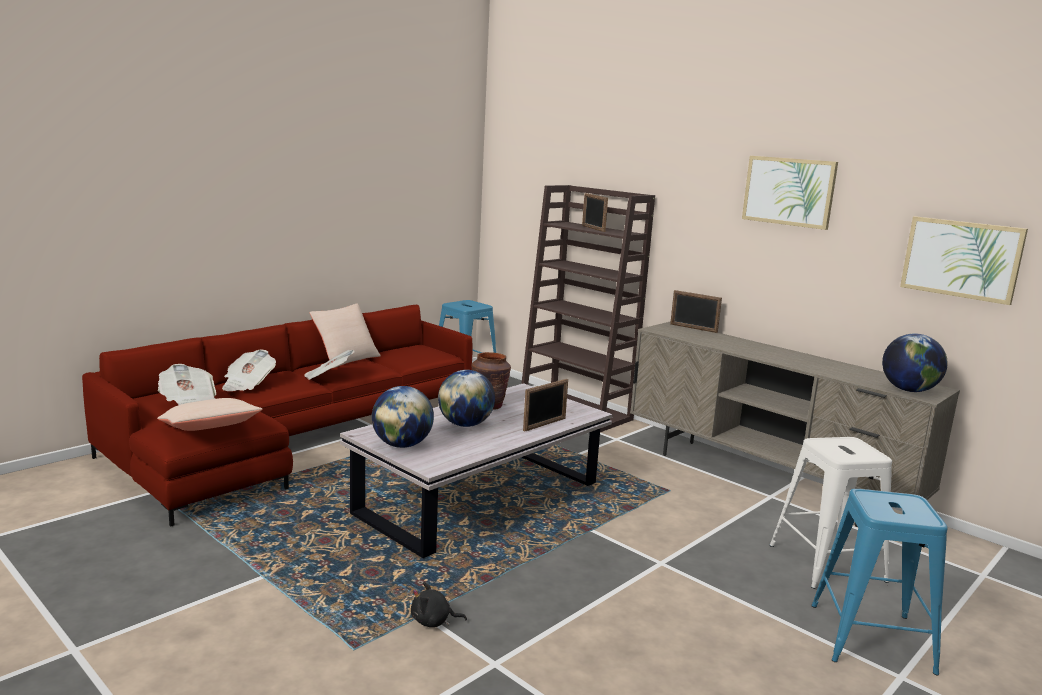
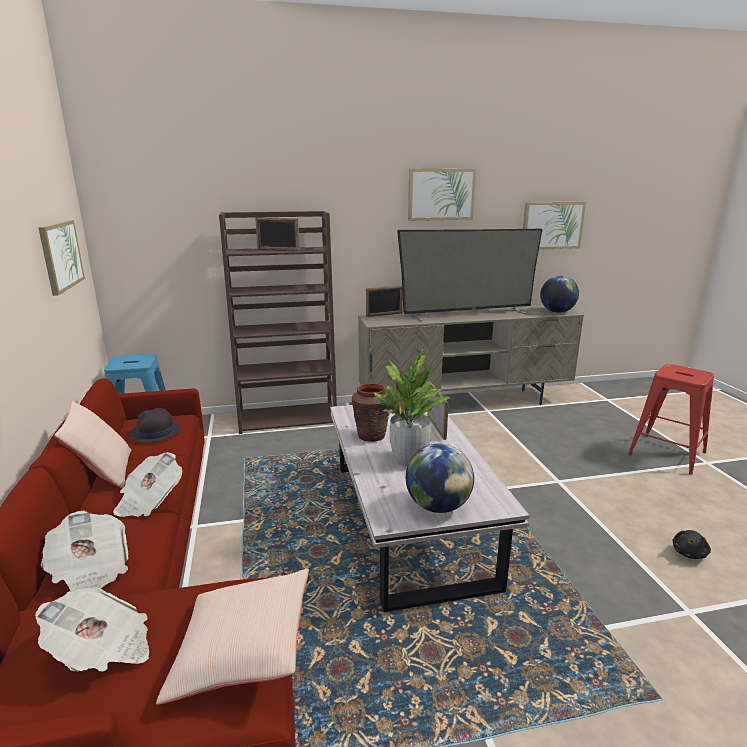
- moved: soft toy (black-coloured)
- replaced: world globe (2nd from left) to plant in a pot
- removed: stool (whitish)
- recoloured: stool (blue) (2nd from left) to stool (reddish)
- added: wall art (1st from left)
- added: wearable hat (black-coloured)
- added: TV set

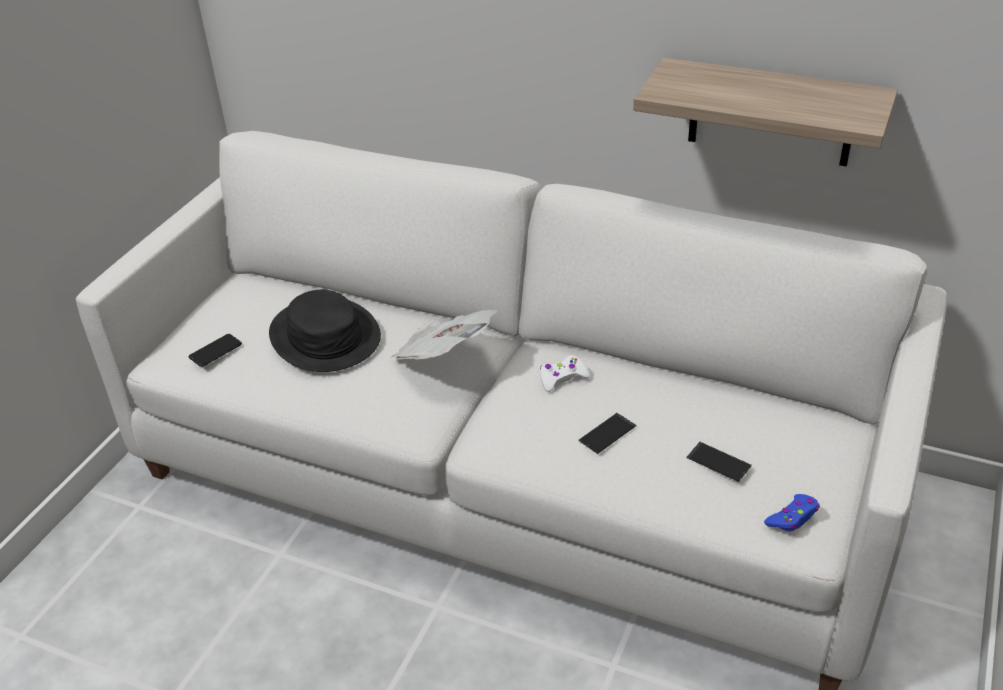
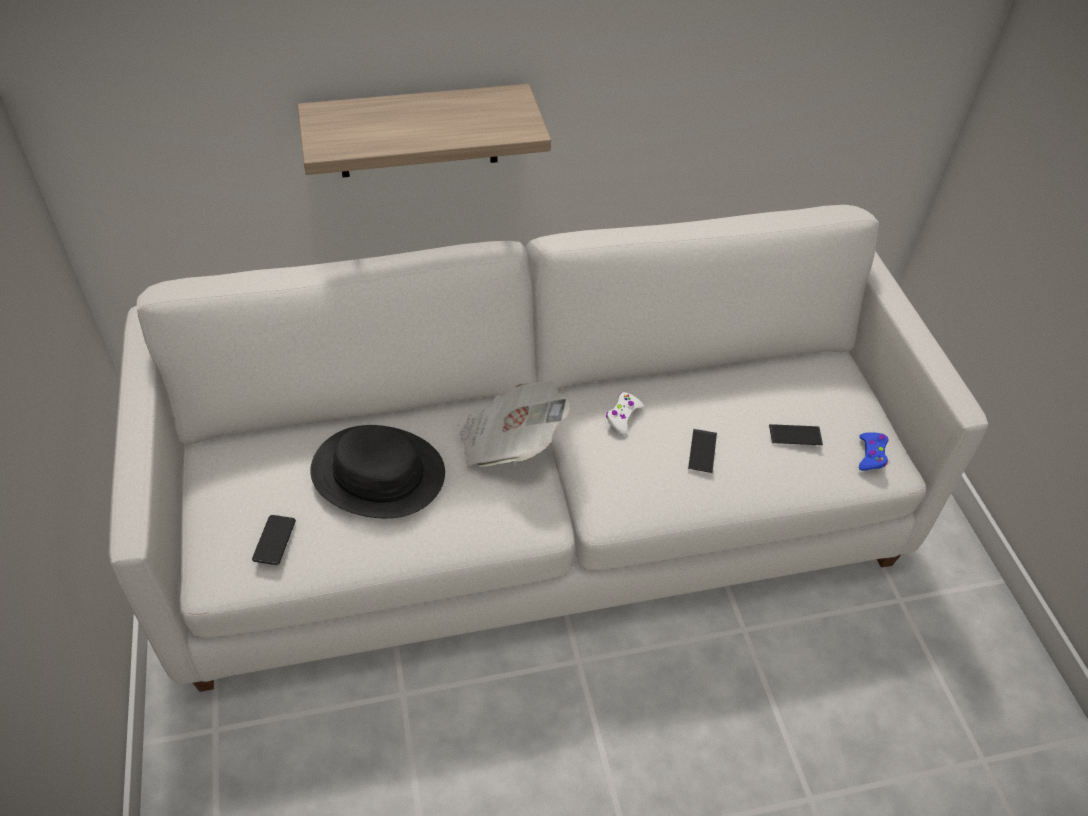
- moved: shelf

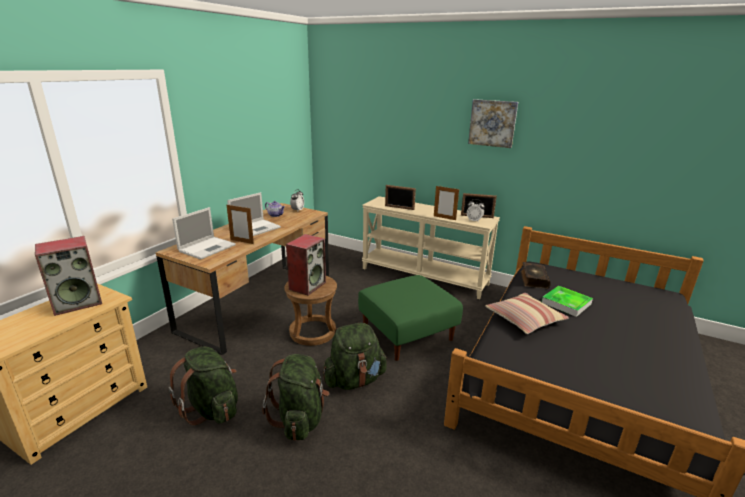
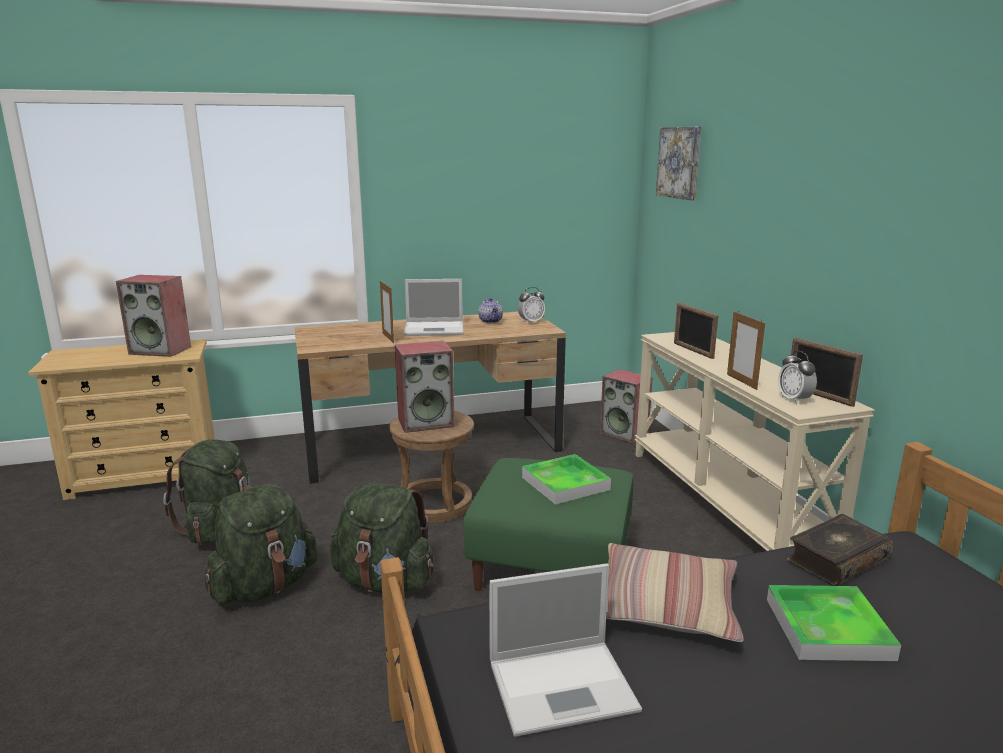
- moved: notebook computer (1st from left in the first image) to notebook computer (2nd from left)
- moved: wall art
- added: tray (1st from left)
- added: loudspeaker (3rd from left)

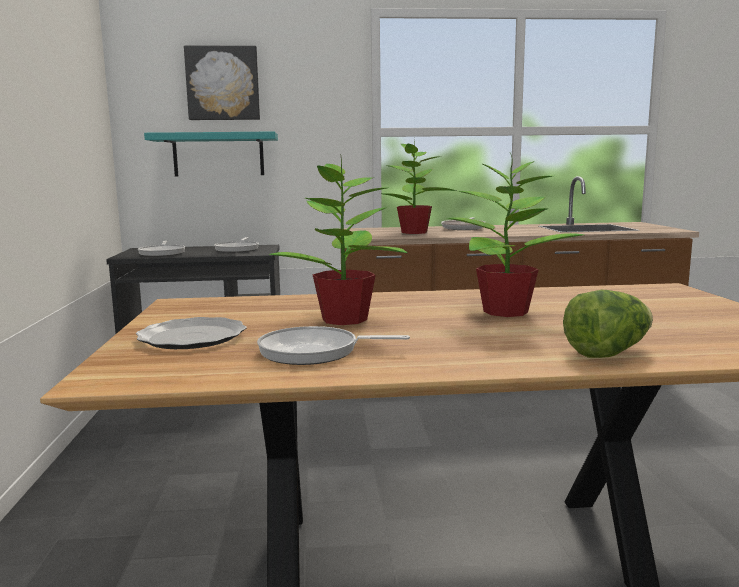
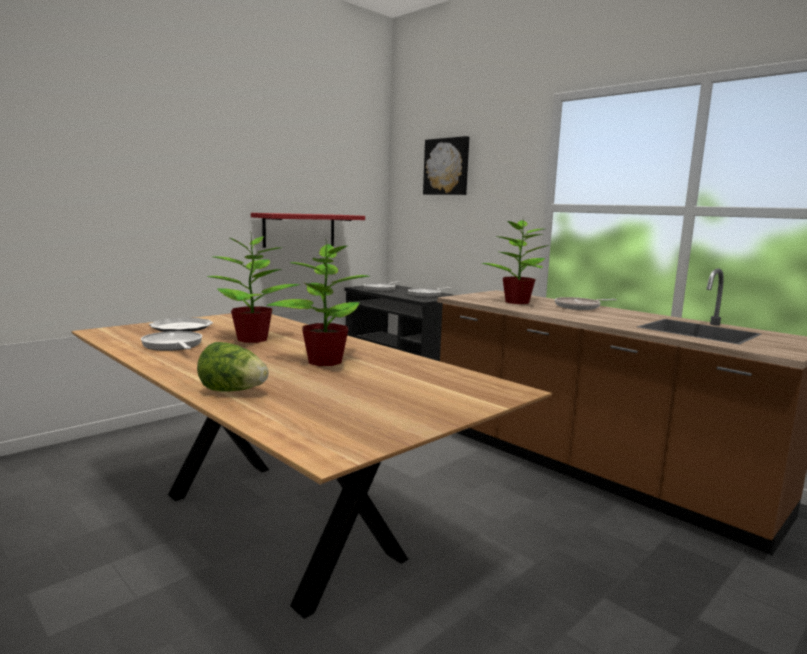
- removed: shelf (blue-green)
- added: shelf (reddish)

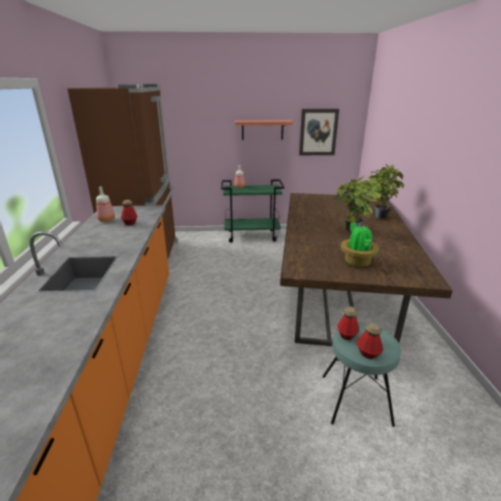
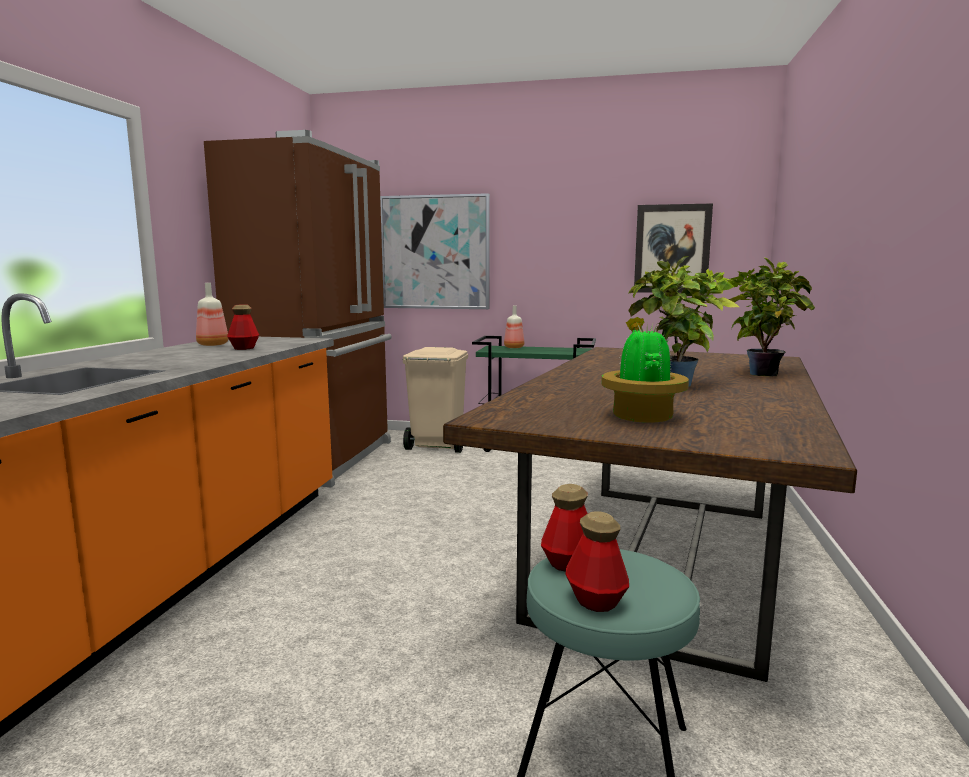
- removed: shelf
- added: wall art (1st from left)
- added: rubbish bin (beige-coloured)

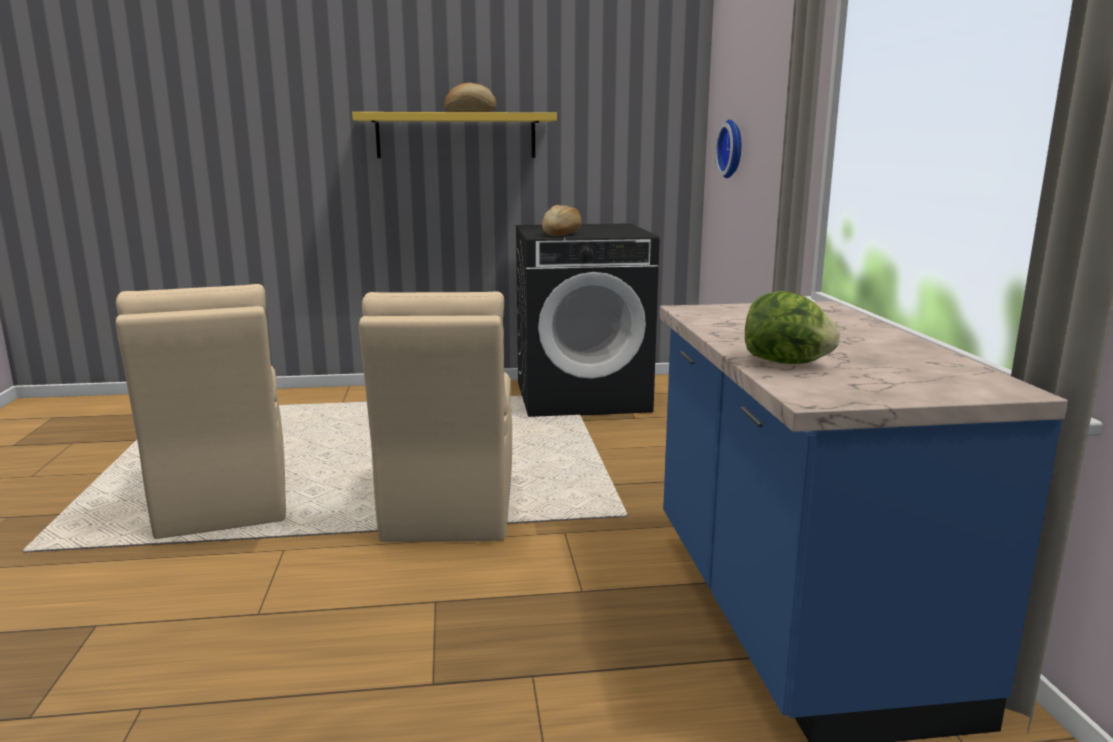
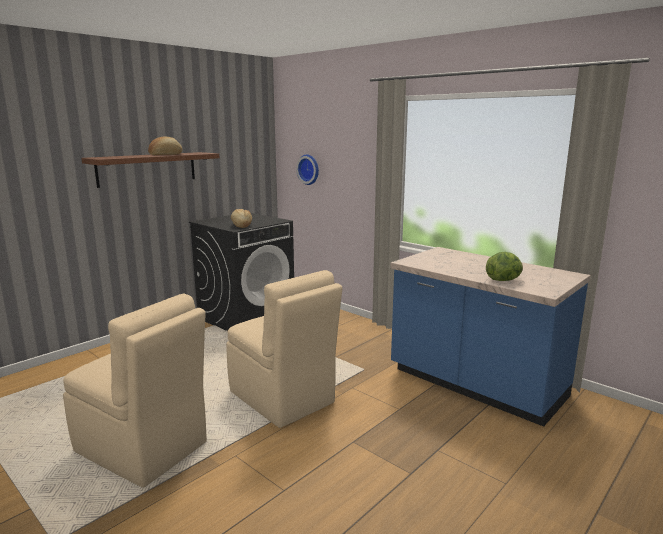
- recoloured: shelf (yellow) to shelf (brown-coloured)

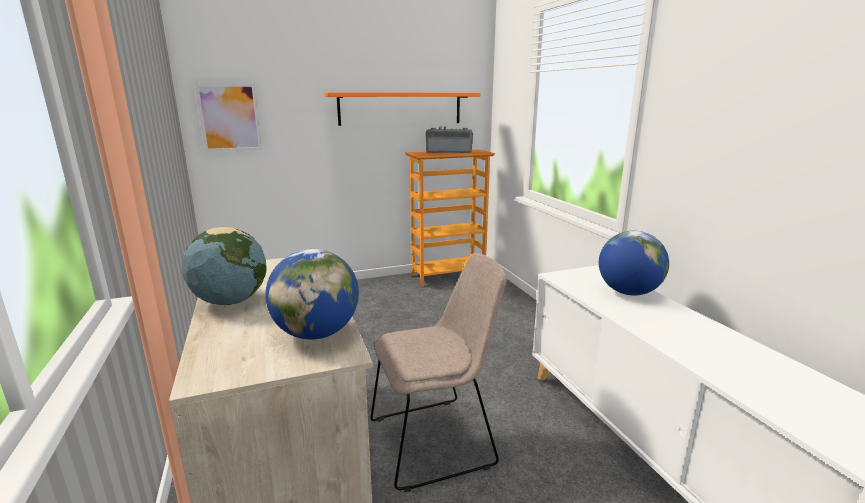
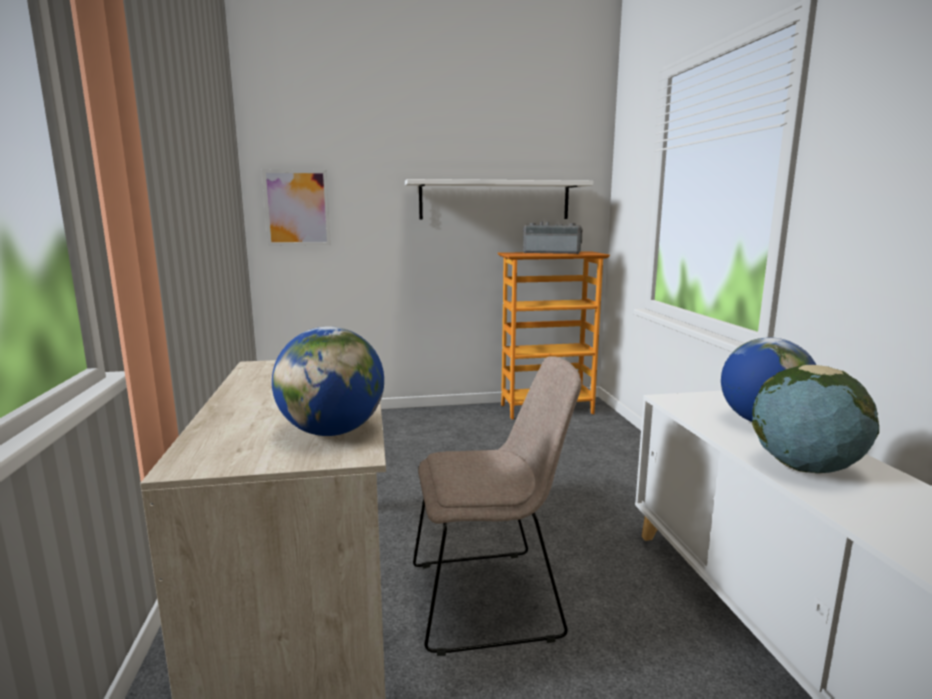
- moved: world globe (1st from left in the first image) to world globe (3rd from left)
- recoloured: shelf (orange-coloured) to shelf (whitish)

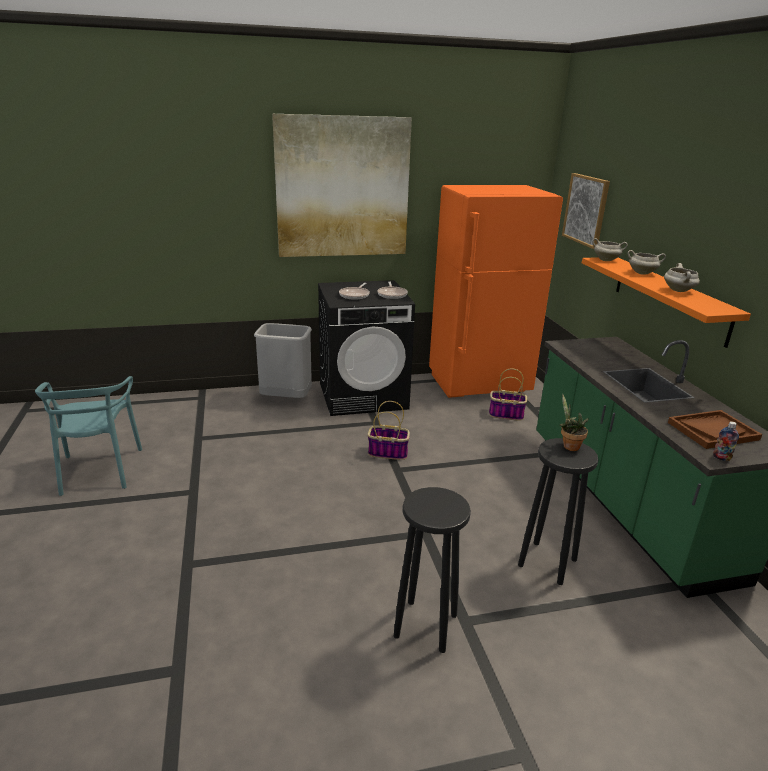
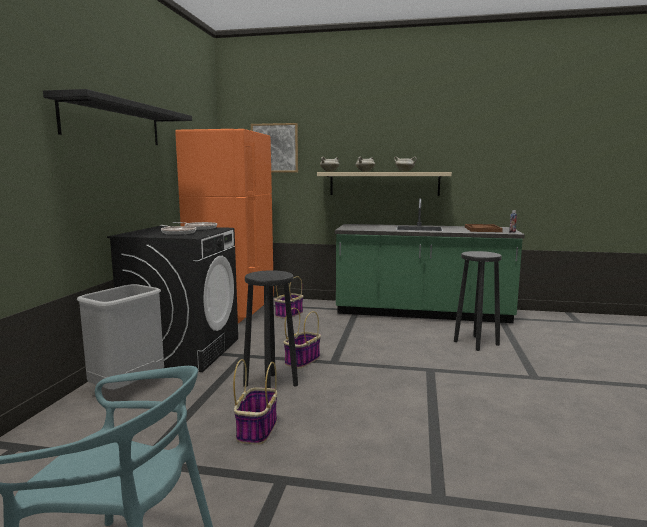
- replaced: wall art (1st from left) to shelf (black-coloured)
- moved: stool (black-coloured) (1st from left)
- removed: plant in a pot
- recoloured: shelf (orange-coloured) to shelf (beige-coloured)
- added: household basket (1st from left)

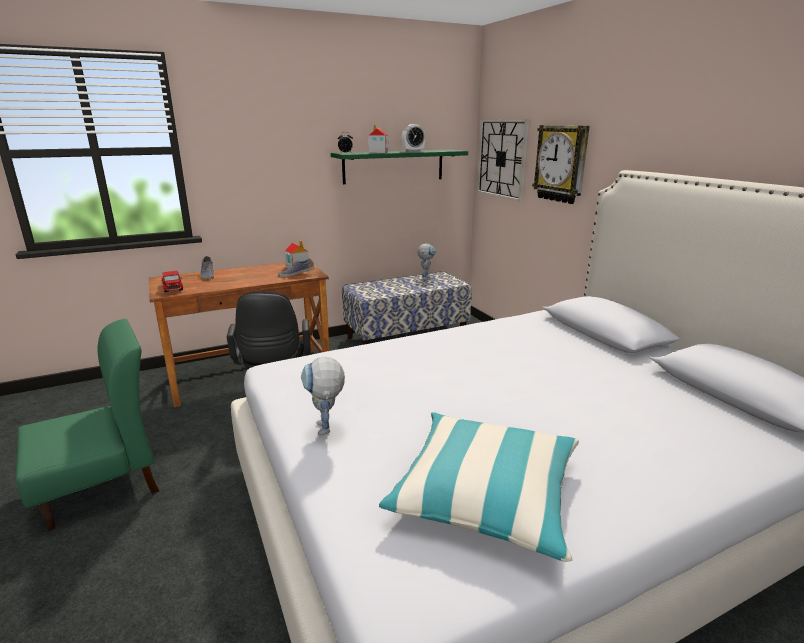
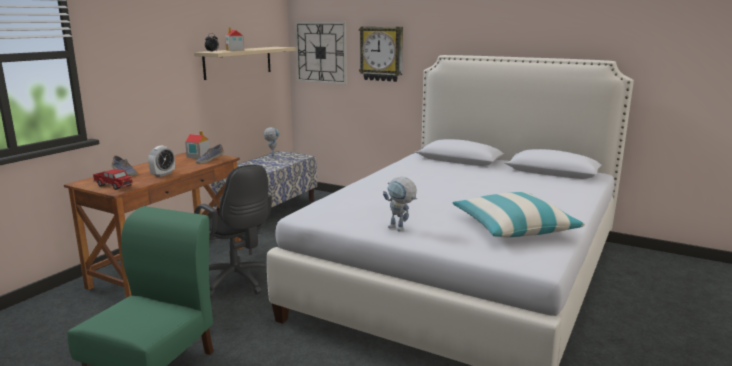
- recoloured: shelf (green-coloured) to shelf (beige-coloured)
- moved: bedside clock (2nd from left in the first image) to bedside clock (1st from left)

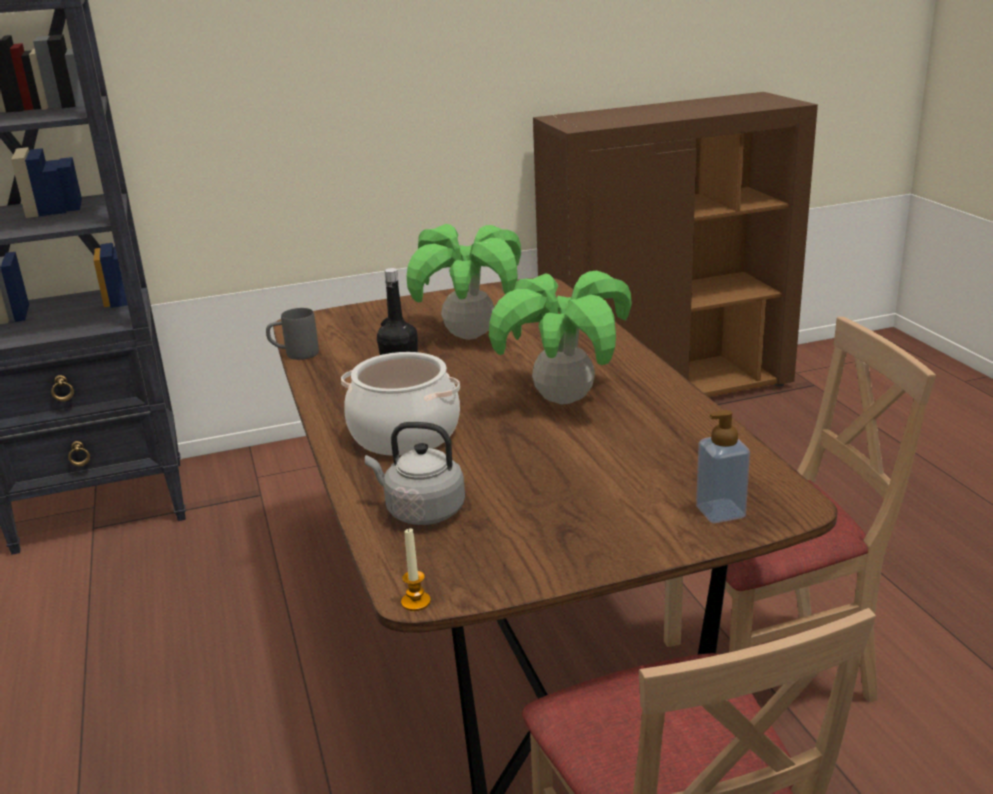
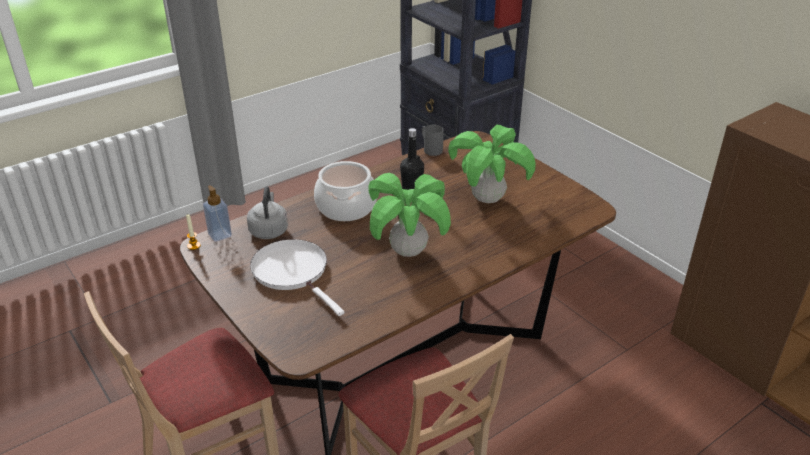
- moved: soap bottle
- added: frying pan (whitish)

